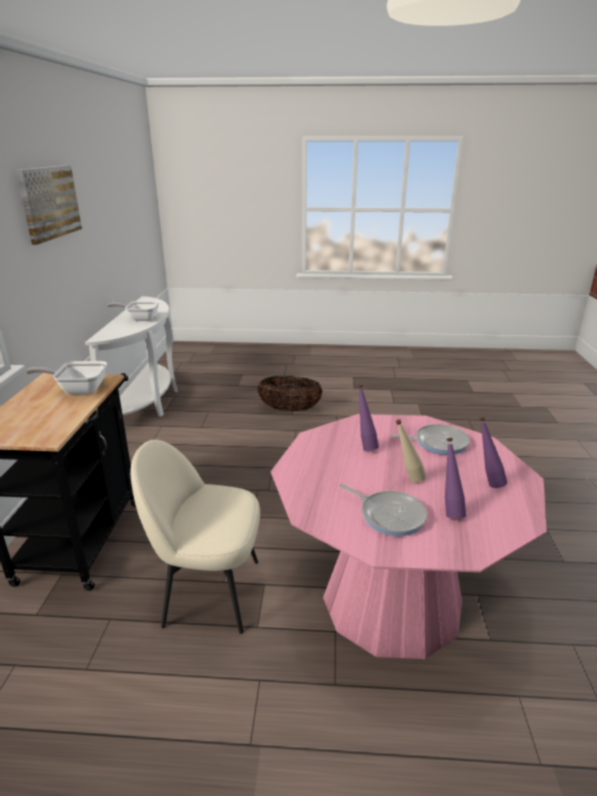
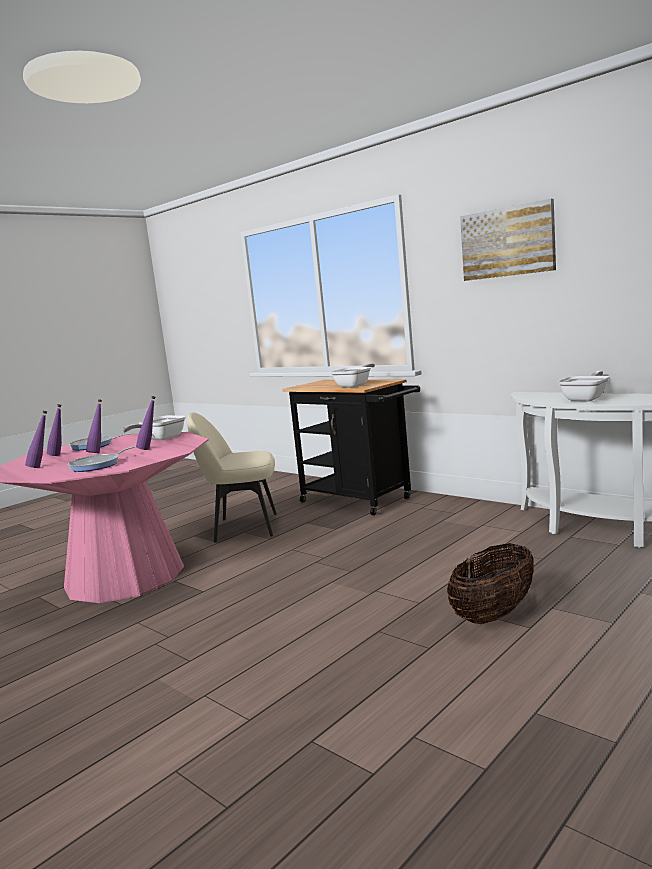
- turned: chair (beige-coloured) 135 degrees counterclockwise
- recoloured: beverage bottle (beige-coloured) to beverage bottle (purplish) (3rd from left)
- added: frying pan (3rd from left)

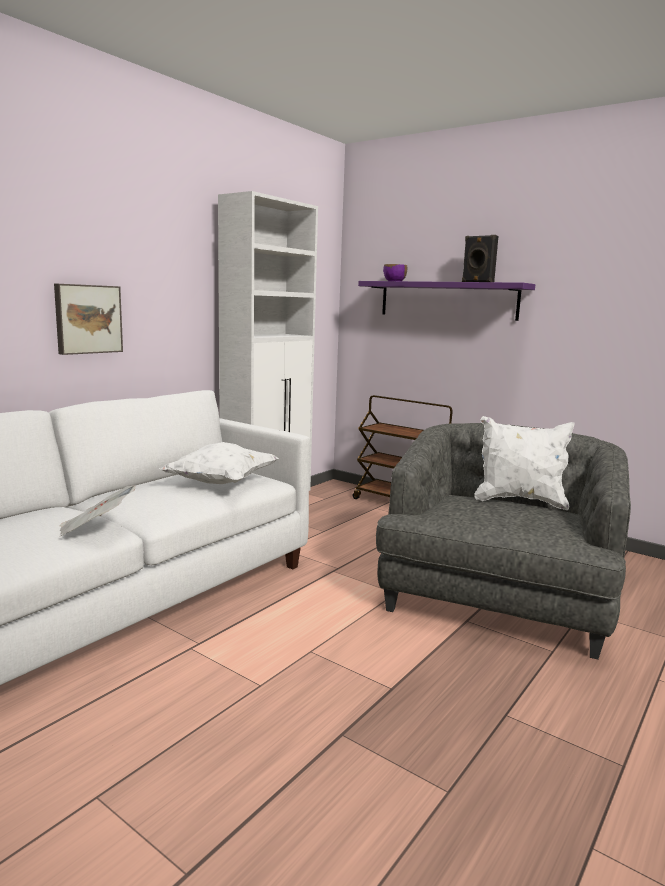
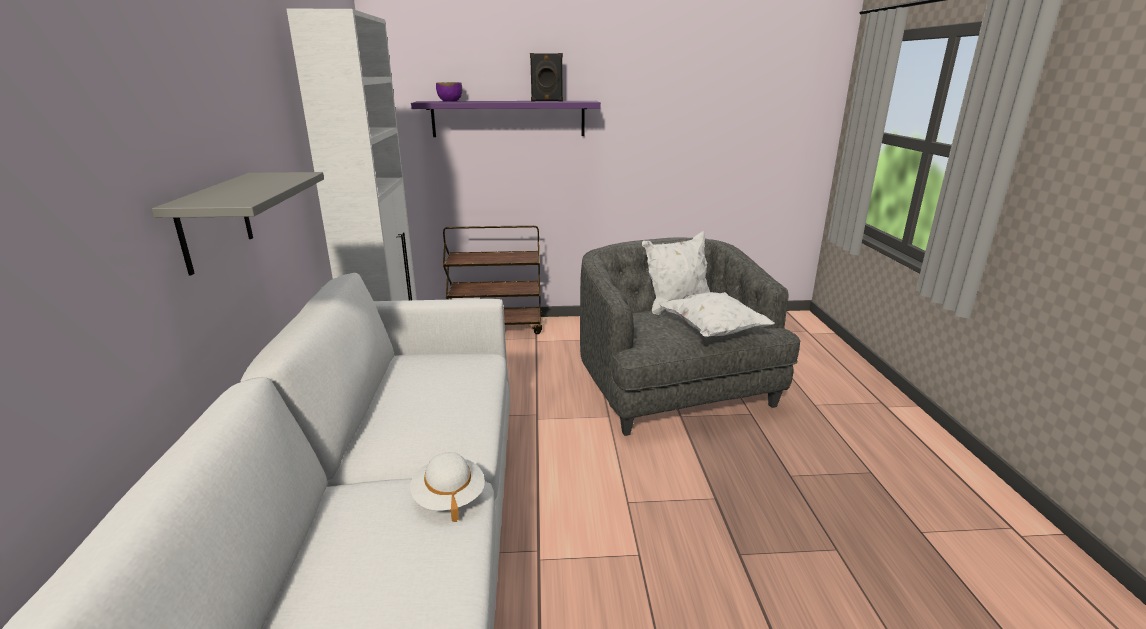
- replaced: wall art to shelf (gray)
- replaced: daily paper to wearable hat (whitish)
- moved: pillow (whitish) (1st from left in the first image) to pillow (whitish) (2nd from left)

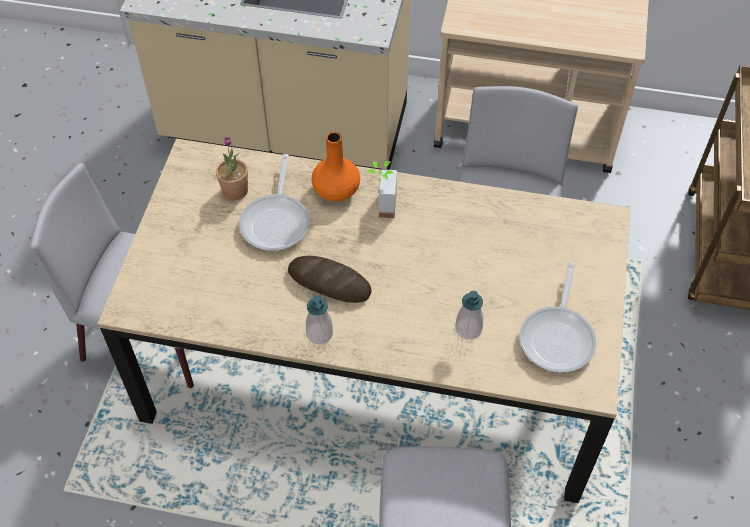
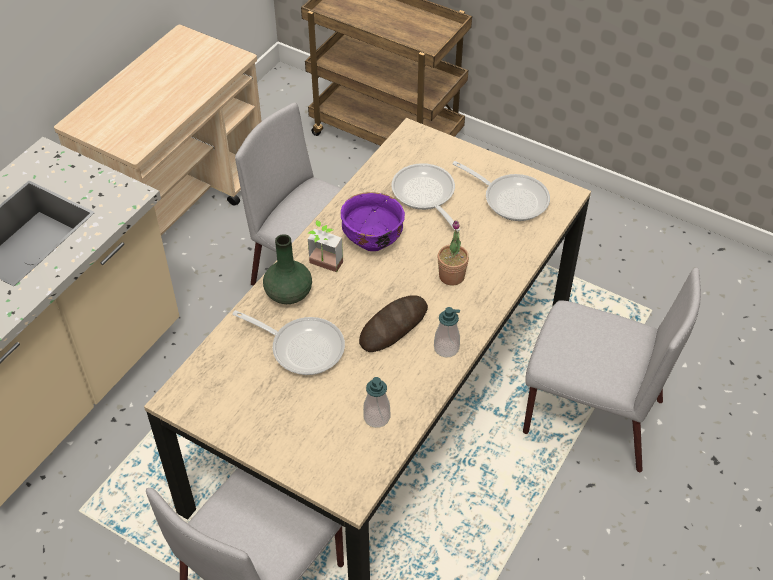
- moved: plant in a pot (1st from left in the first image) to plant in a pot (2nd from left)
- recoloured: flower vase (orange-coloured) to flower vase (green-coloured)
- moved: soap bottle (2nd from left in the first image) to soap bottle (1st from left)
- added: bowl (purplish)
- added: frying pan (2nd from left)

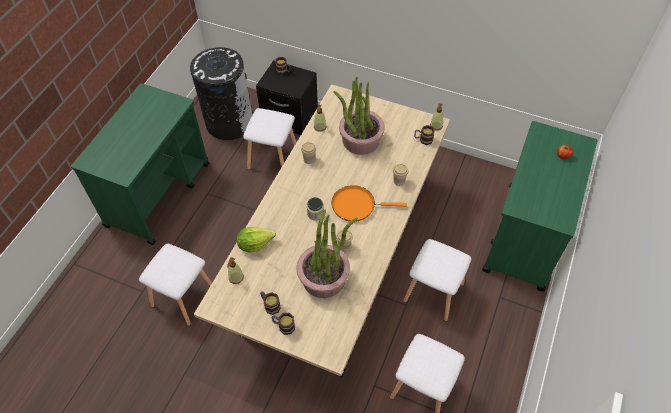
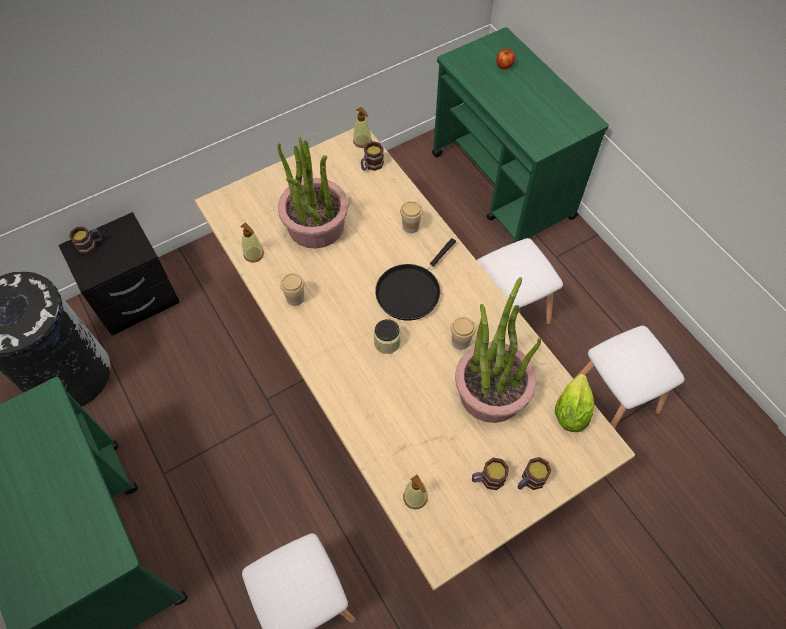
- moved: head of lettuce
- removed: stool (whitish) (2nd from left)
- recoloured: frying pan (orange-coloured) to frying pan (black-coloured)

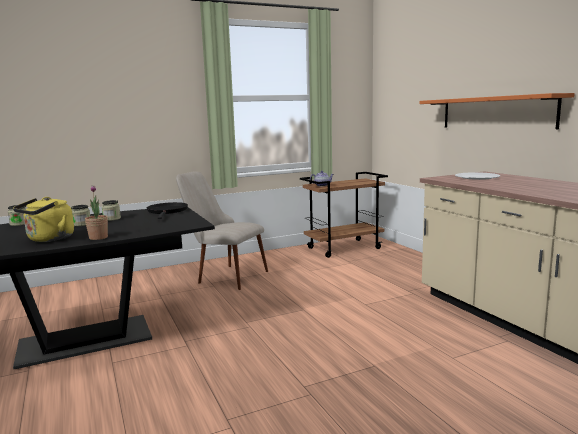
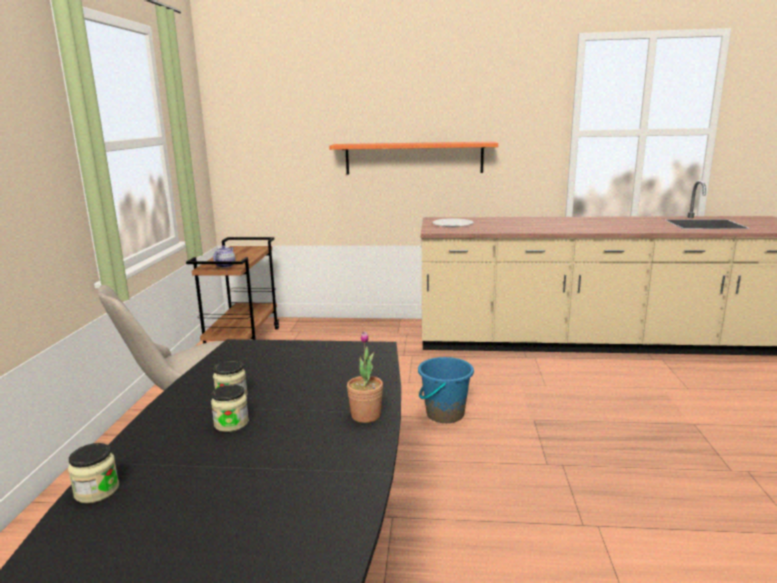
- removed: kettle (yellow)
- removed: frying pan (black-coloured)
- added: bucket (blue)

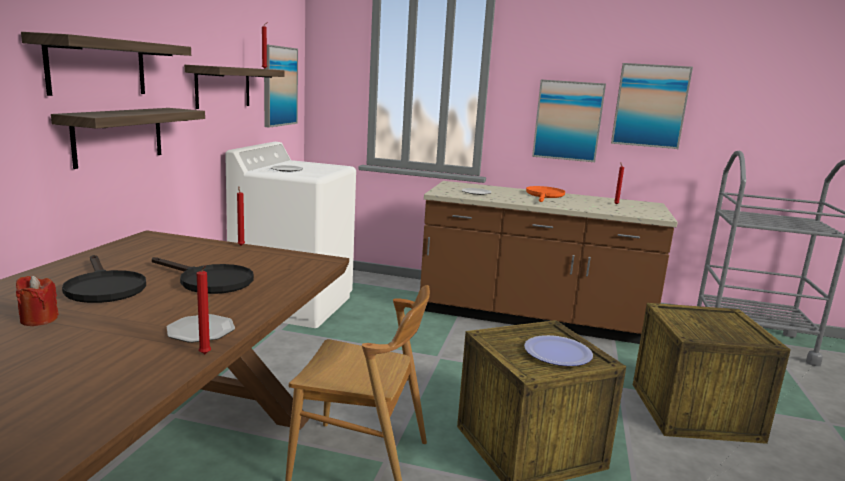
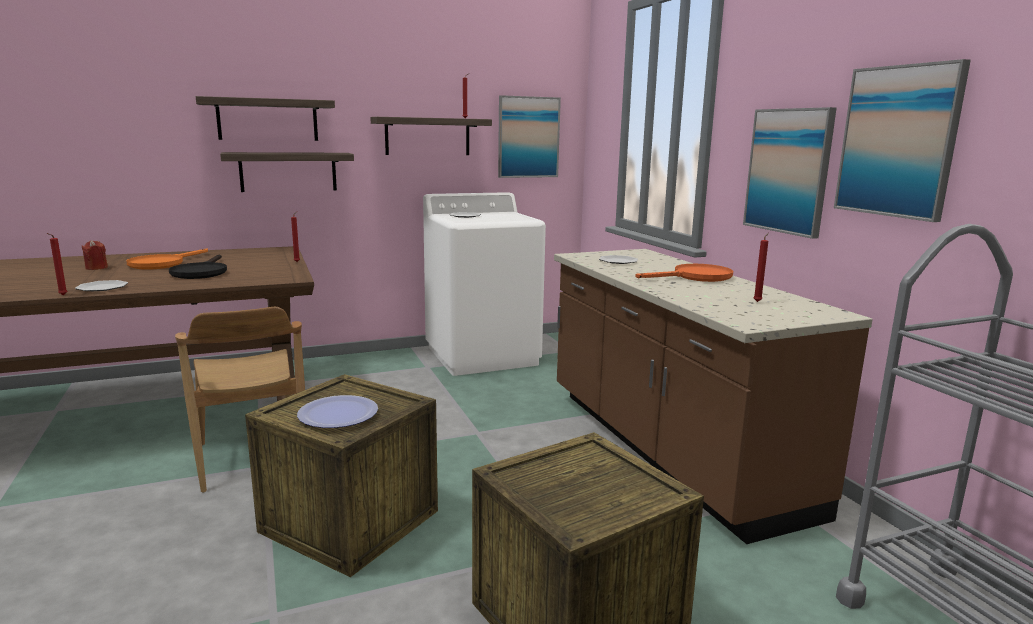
- recoloured: frying pan (black-coloured) (1st from left) to frying pan (orange-coloured) (1st from left)

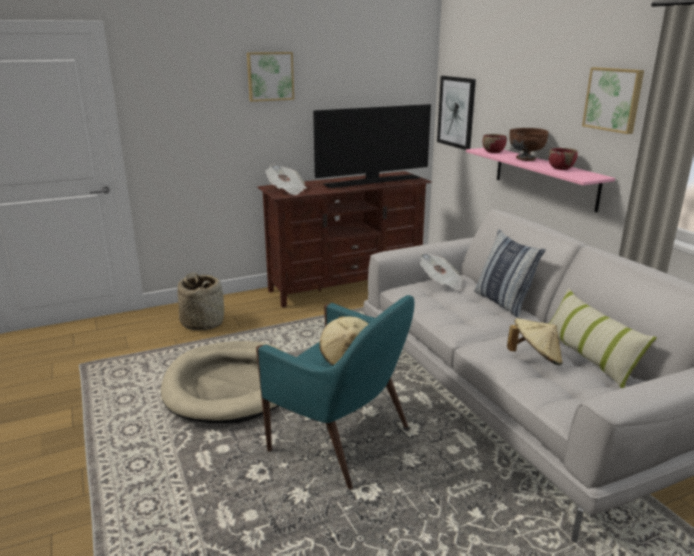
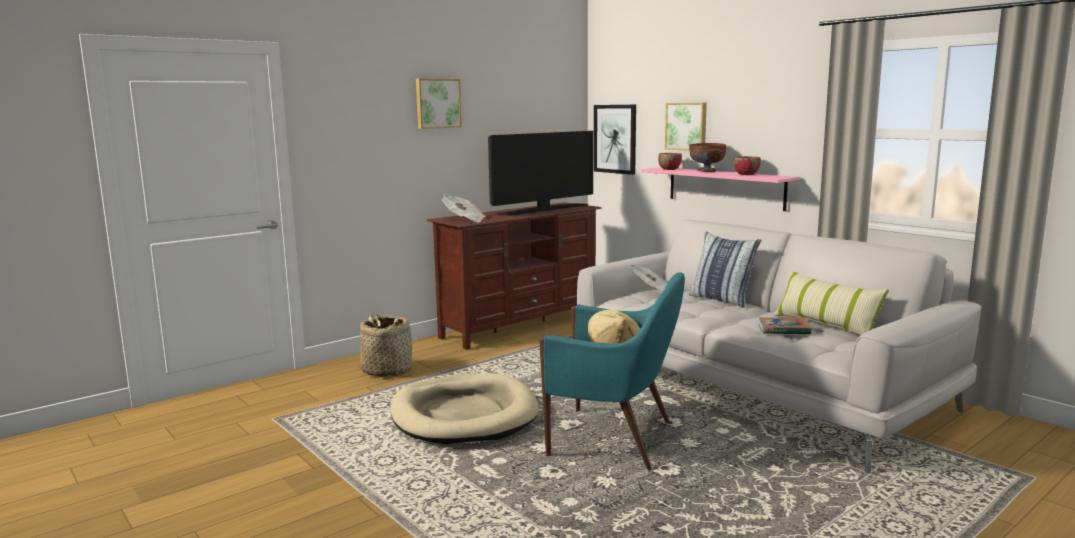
- replaced: wearable hat (beige-coloured) (2nd from left) to volume
- moved: wall art (3rd from left)

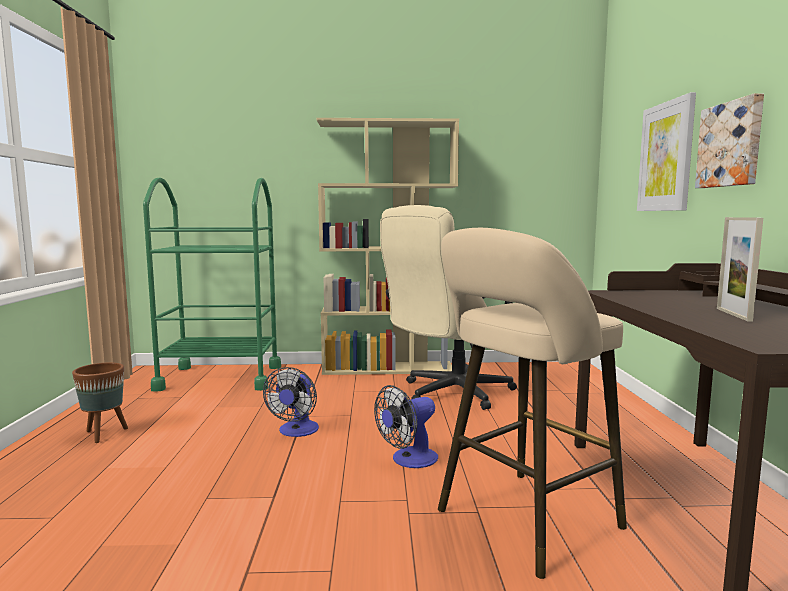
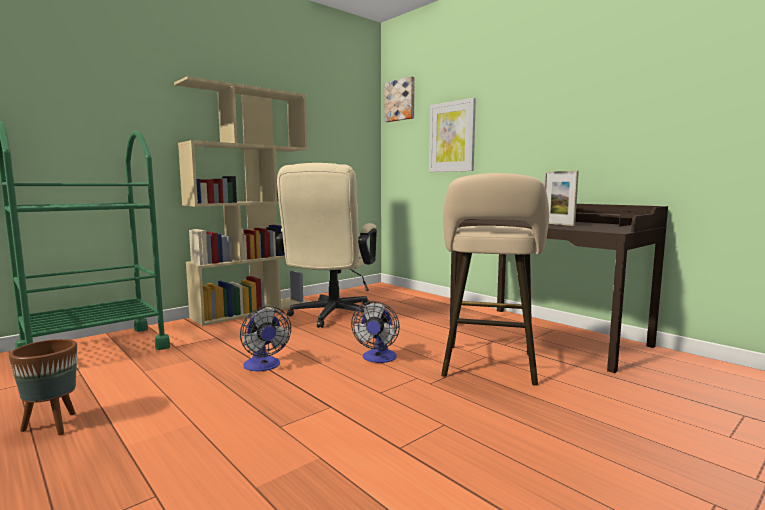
- moved: wall art (2nd from left in the first image) to wall art (1st from left)

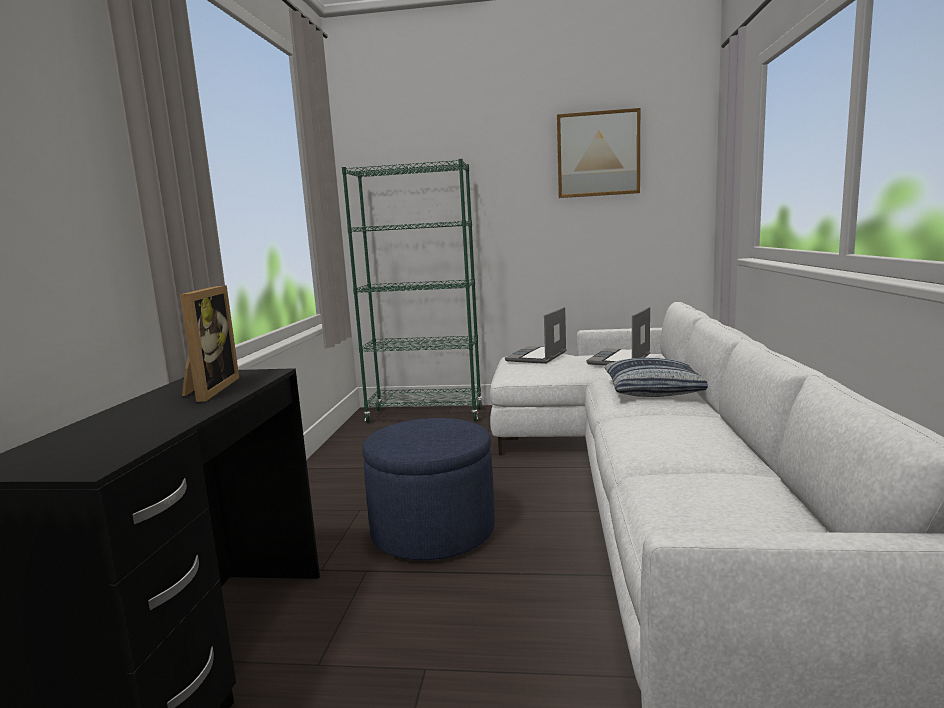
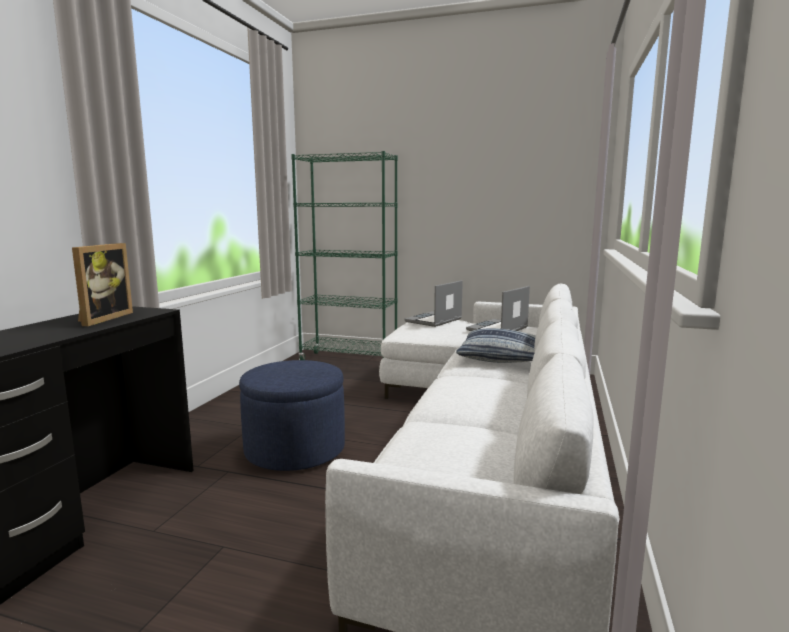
- removed: wall art

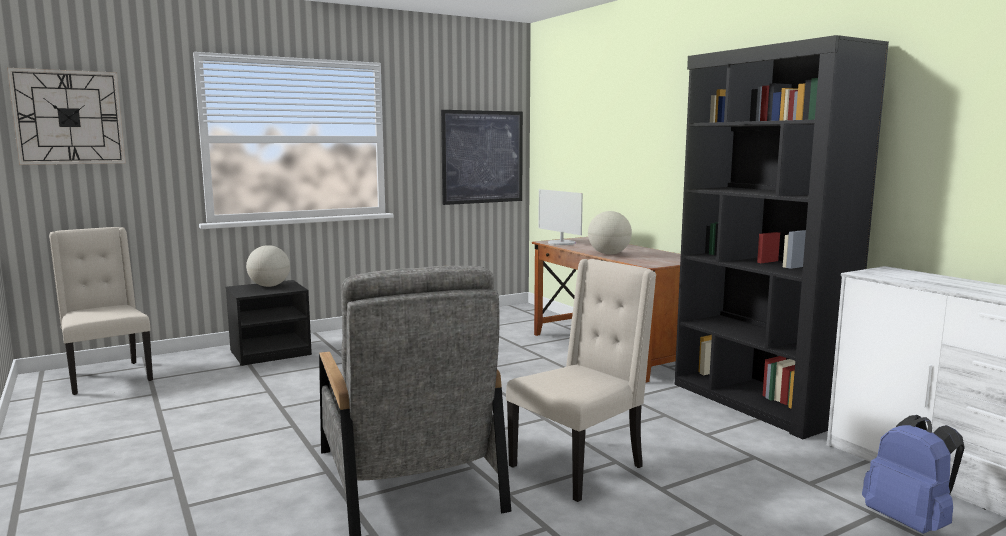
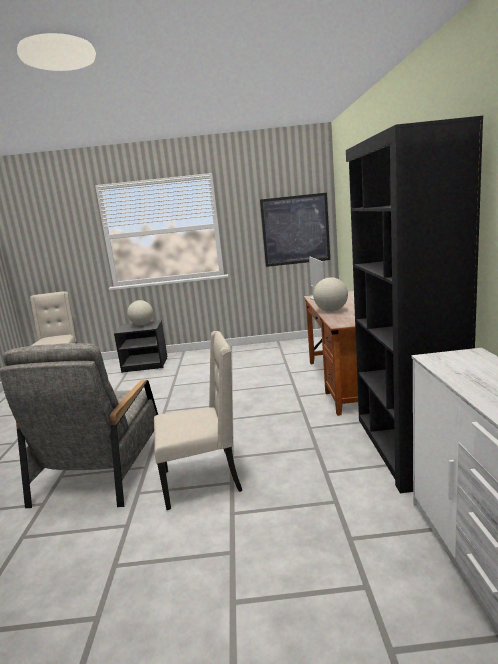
- removed: clock on the wall
- removed: knapsack (blue)

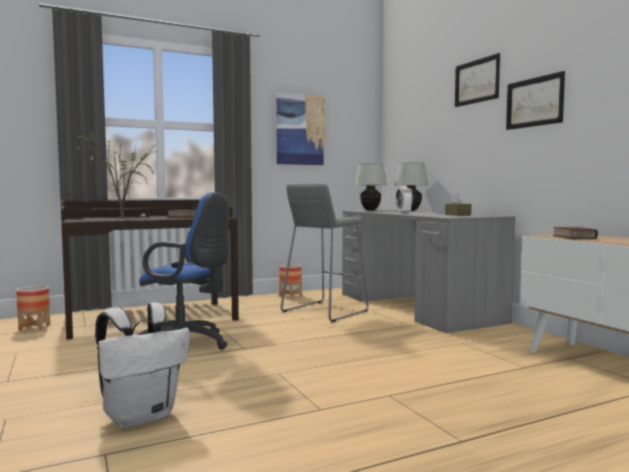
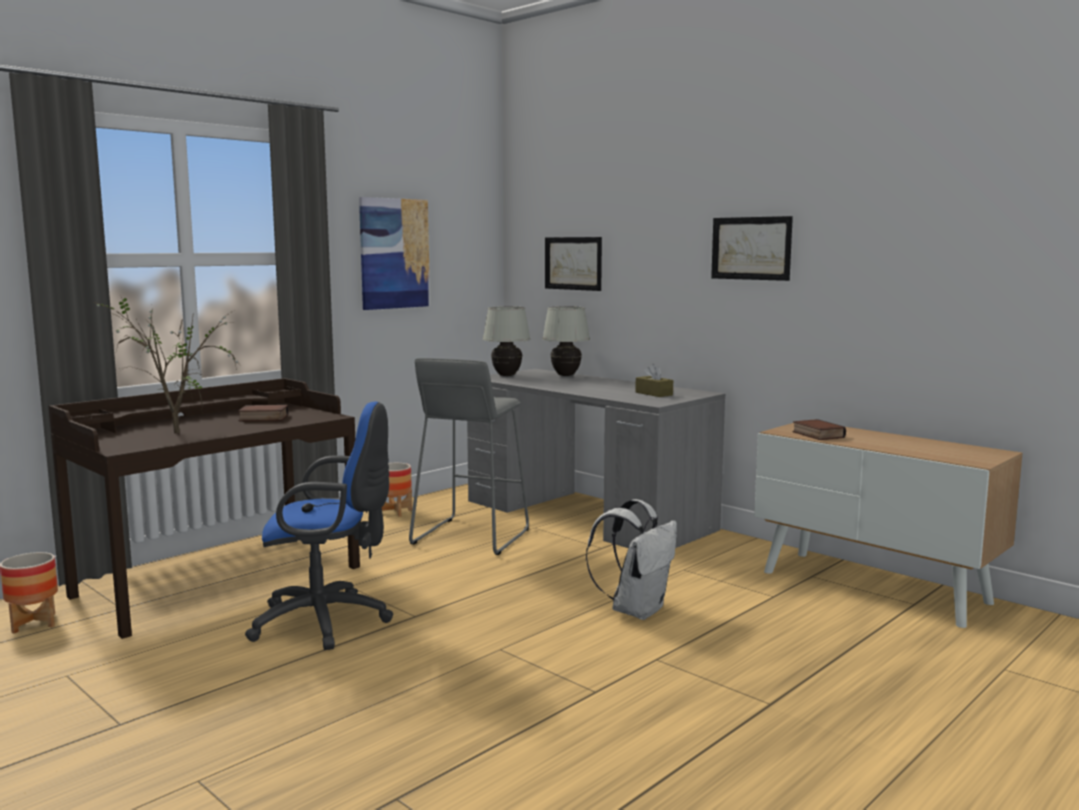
- moved: knapsack (whitish)
- removed: bedside clock
- moved: wall art (2nd from left)

